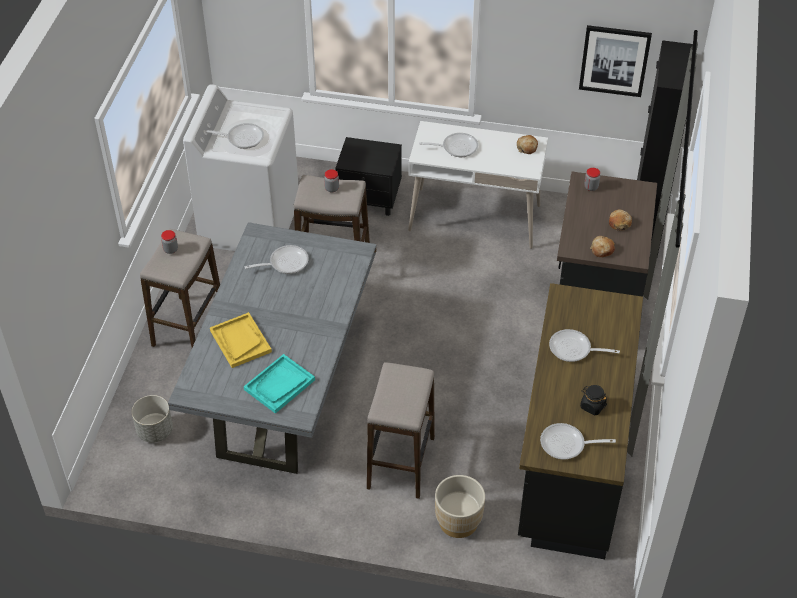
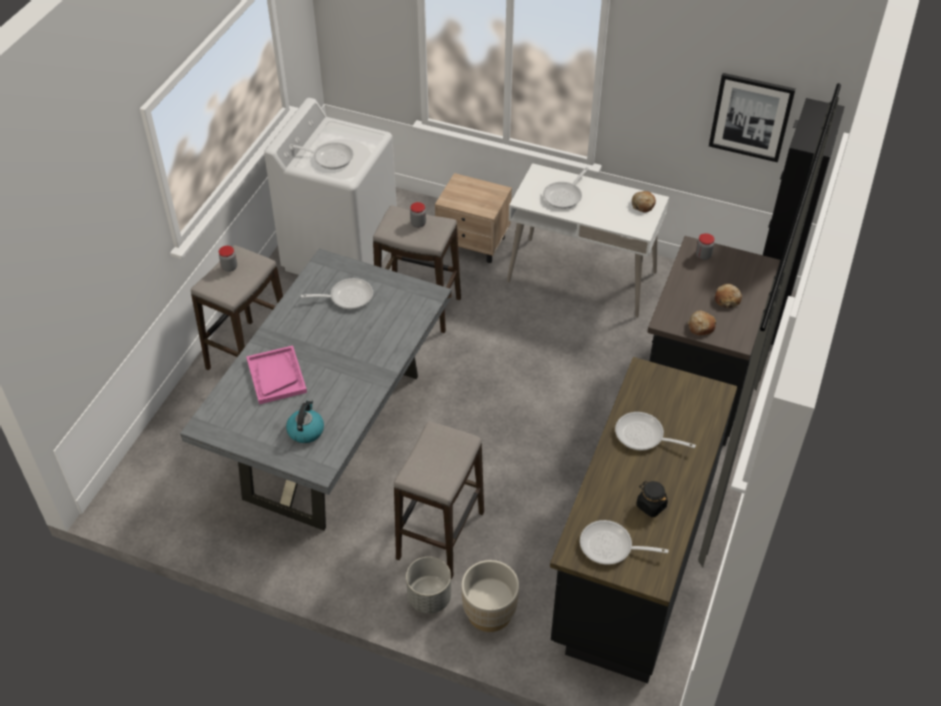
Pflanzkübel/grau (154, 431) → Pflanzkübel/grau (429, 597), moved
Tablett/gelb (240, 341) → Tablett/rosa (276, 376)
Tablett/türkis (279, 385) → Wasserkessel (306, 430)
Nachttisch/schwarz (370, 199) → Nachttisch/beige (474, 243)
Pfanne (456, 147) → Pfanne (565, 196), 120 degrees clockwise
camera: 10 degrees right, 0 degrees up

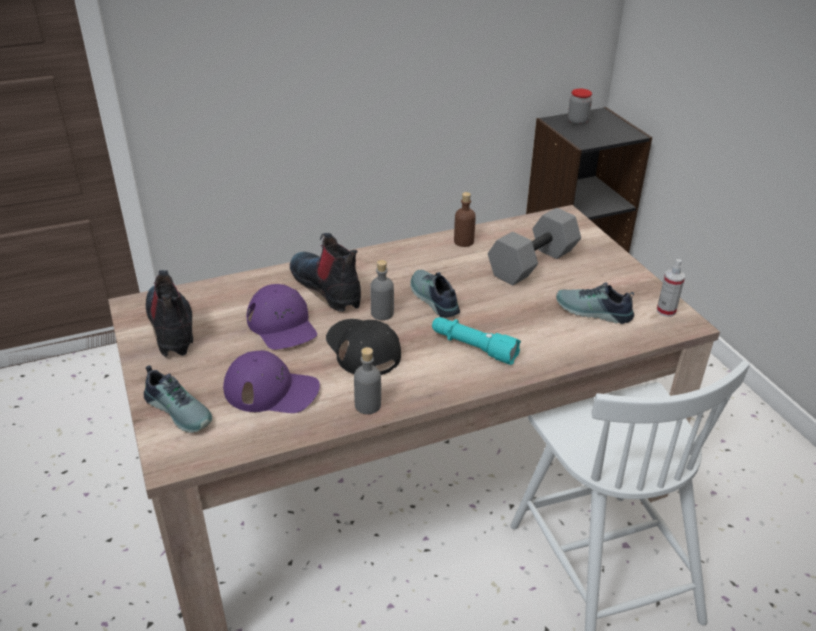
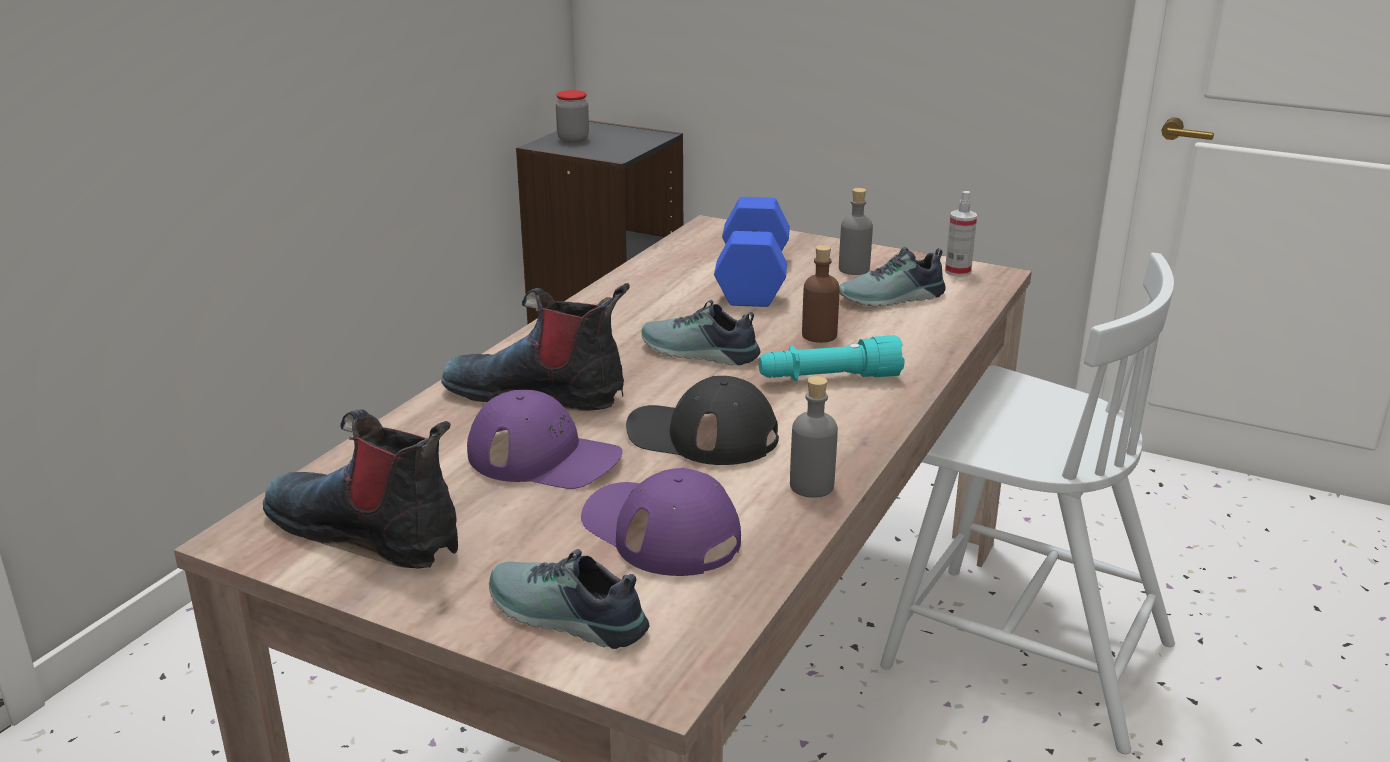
Schuh (180, 410) → Schuh (564, 618), 150 degrees counterclockwise
Kappe/lila (272, 390) → Kappe/lila (660, 531), 105 degrees counterclockwise
Flasche/grau (382, 313) → Flasche/grau (854, 269), moved
Flasche/braun (463, 241) → Flasche/braun (819, 335), moved
Hantel/grau (533, 264) → Hantel/blau (755, 280)
camera: 40 degrees left, 10 degrees down

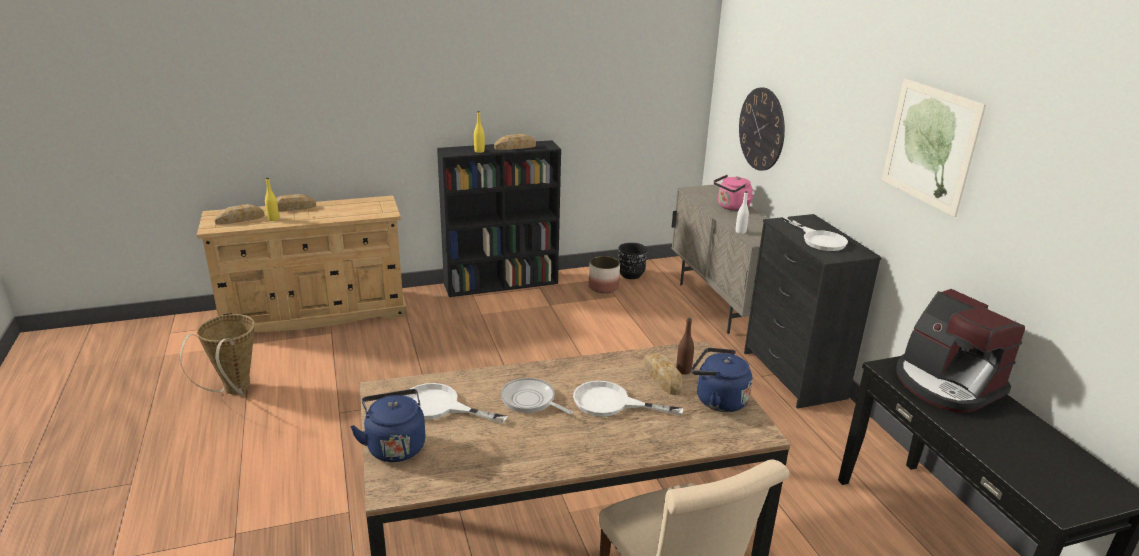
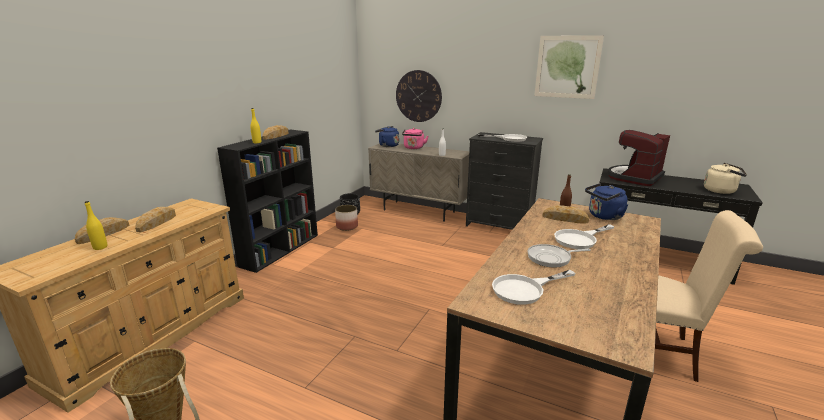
Brot (240, 219) → Brot (156, 222), moved
Wasserkessel/blau (395, 446) → Wasserkessel/blau (387, 145), moved
Kaffeemaschine (946, 384) → Kaffeemaschine (634, 177), 120 degrees clockwise
- → Wasserkessel/beige (721, 191)
camera: 45 degrees left, 5 degrees down

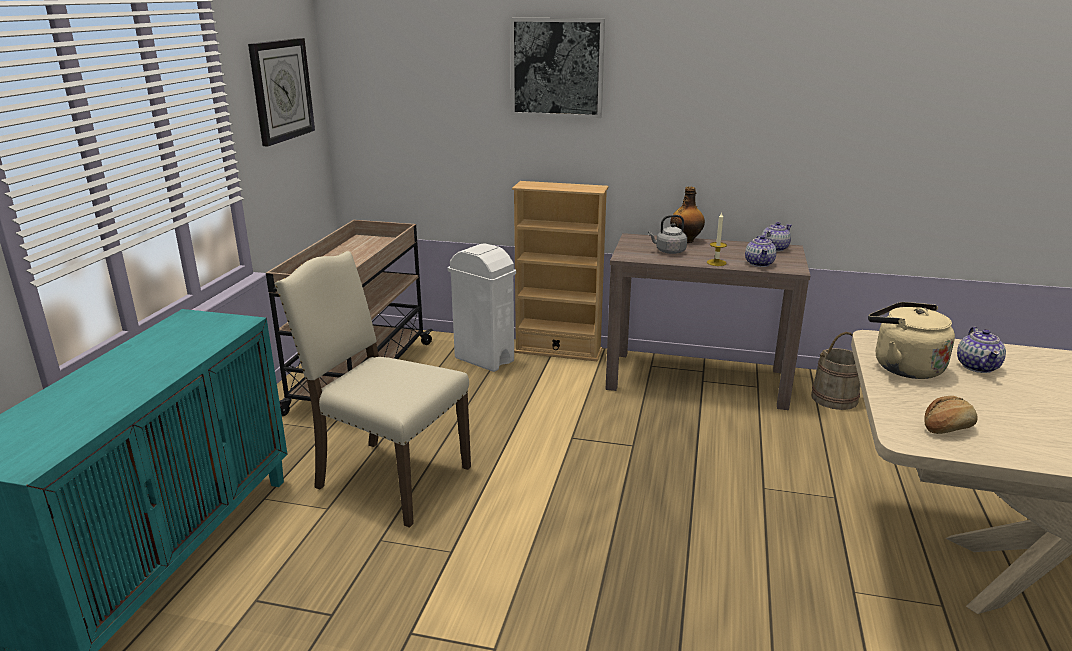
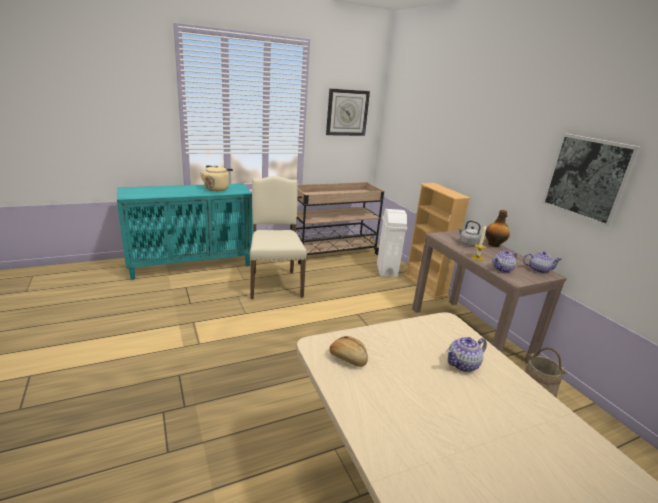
Bild (557, 67) → Bild (588, 178), moved
Wasserkessel/beige (903, 367) → Wasserkessel/beige (217, 188), moved
camera: 50 degrees right, 0 degrees up

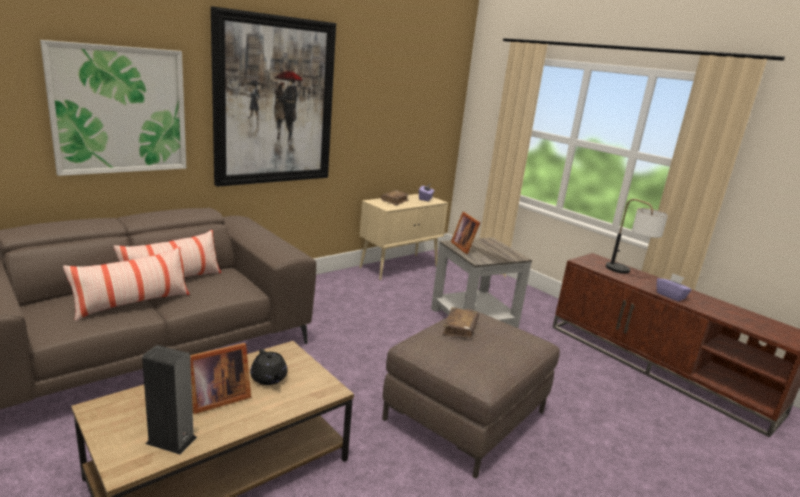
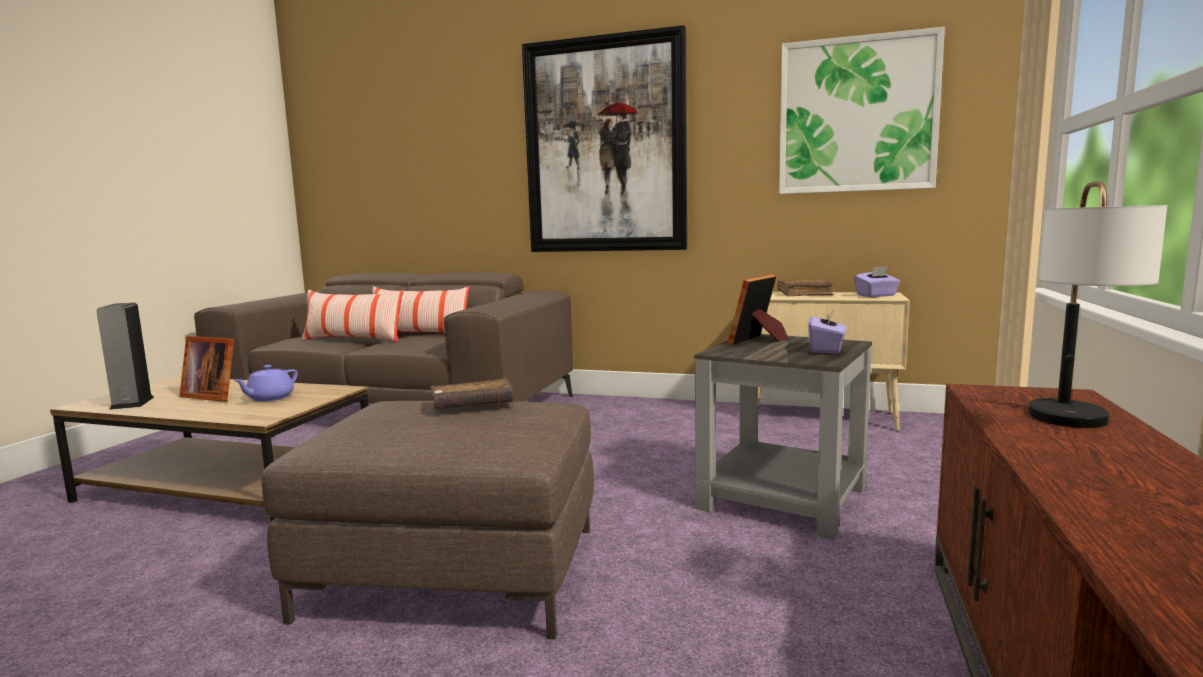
Bild (120, 110) → Bild (857, 115), moved
Teekanne/schwarz (269, 378) → Teekanne/lila (269, 398)
Taschentuchbox/lila (670, 296) → Taschentuchbox/lila (826, 349), moved
camera: 60 degrees right, 10 degrees down

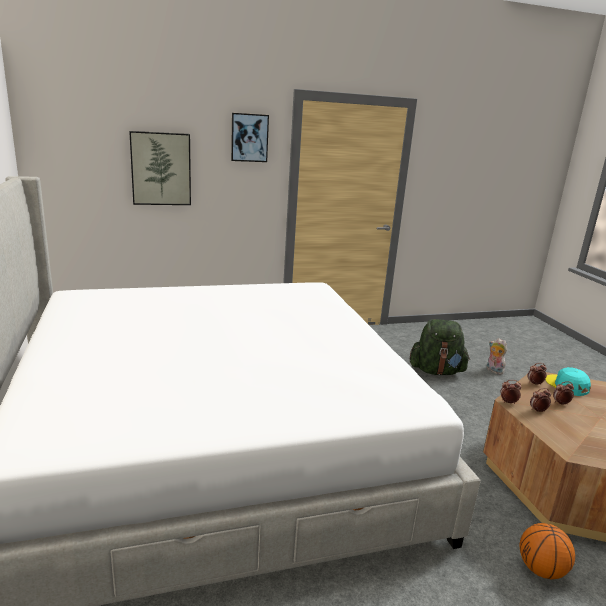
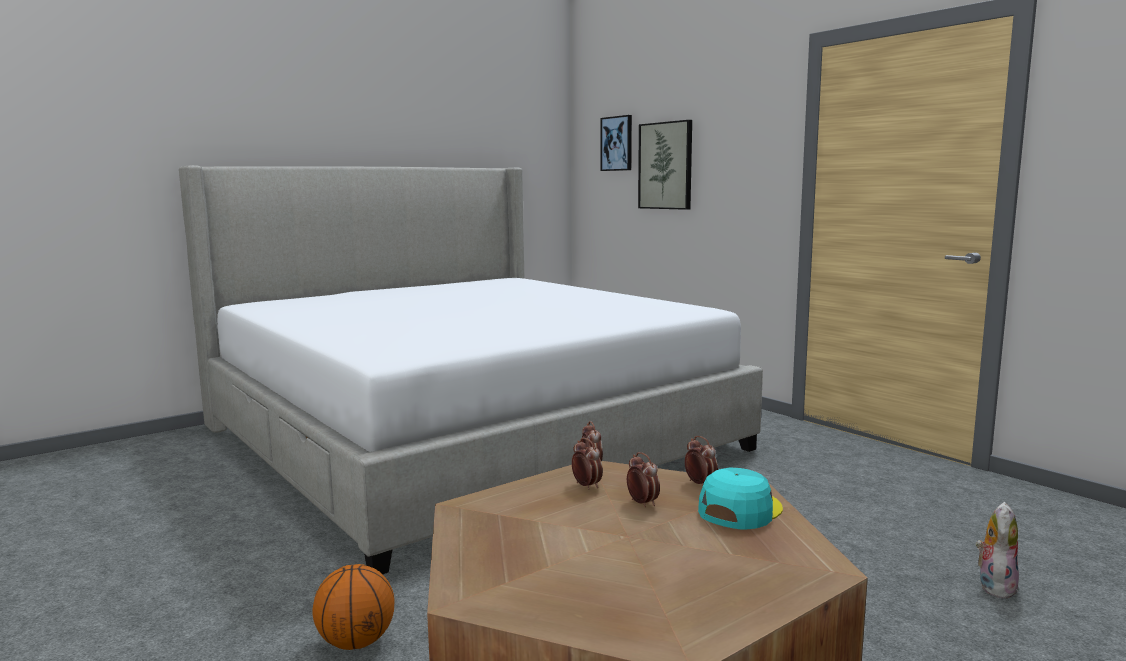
Bild (249, 137) → Bild (617, 143), moved
Rucksack/grün (436, 371) → -
camera: 70 degrees right, 10 degrees down

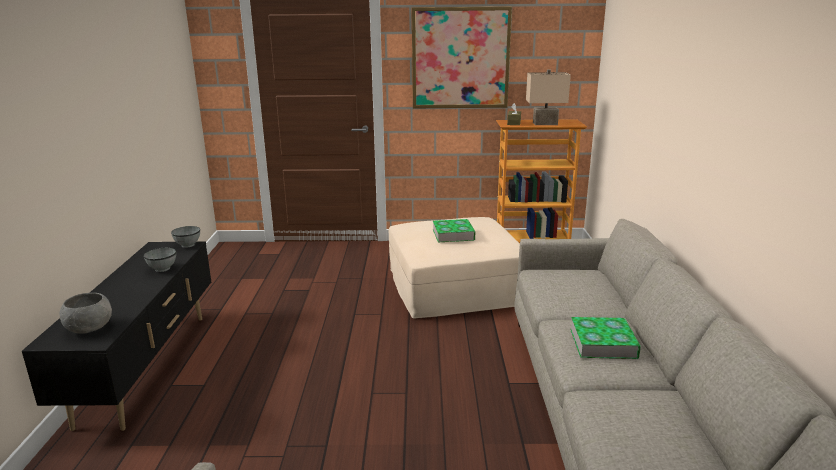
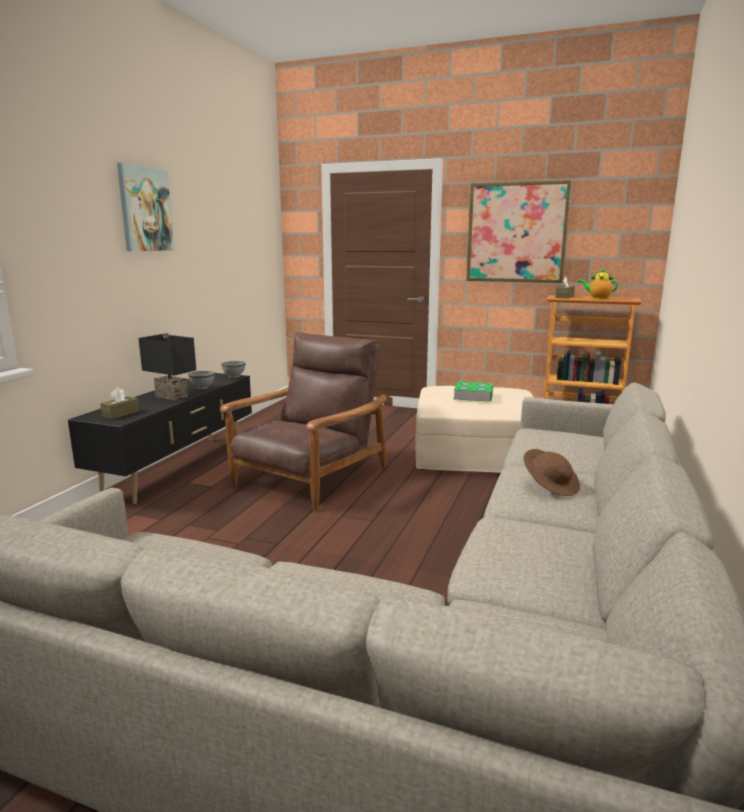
Schüssel/grau (89, 328) → Taschentuchbox/braun (121, 413)
Tischlampe/beige (545, 123) → Teekanne (597, 298)
Buch (603, 343) → Hut/braun (550, 486)
- → Bild (145, 209)
- → Tischlampe/schwarz (173, 396)
- → Sessel/braun (310, 477)
camera: 20 degrees right, 5 degrees down

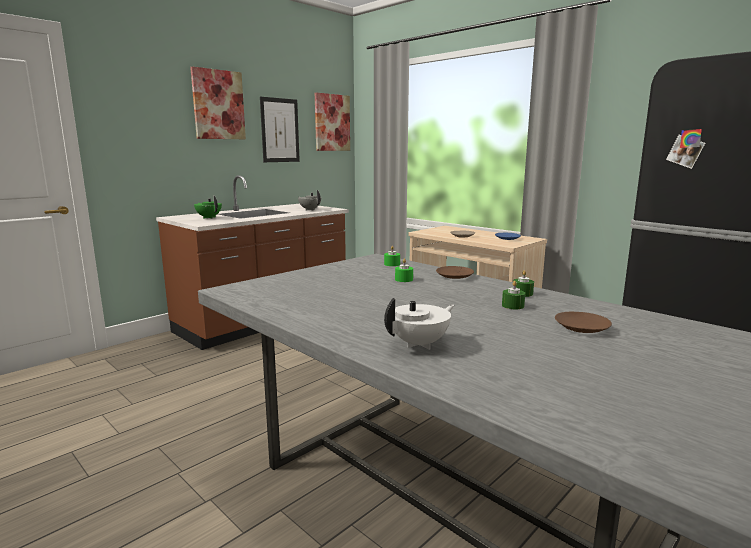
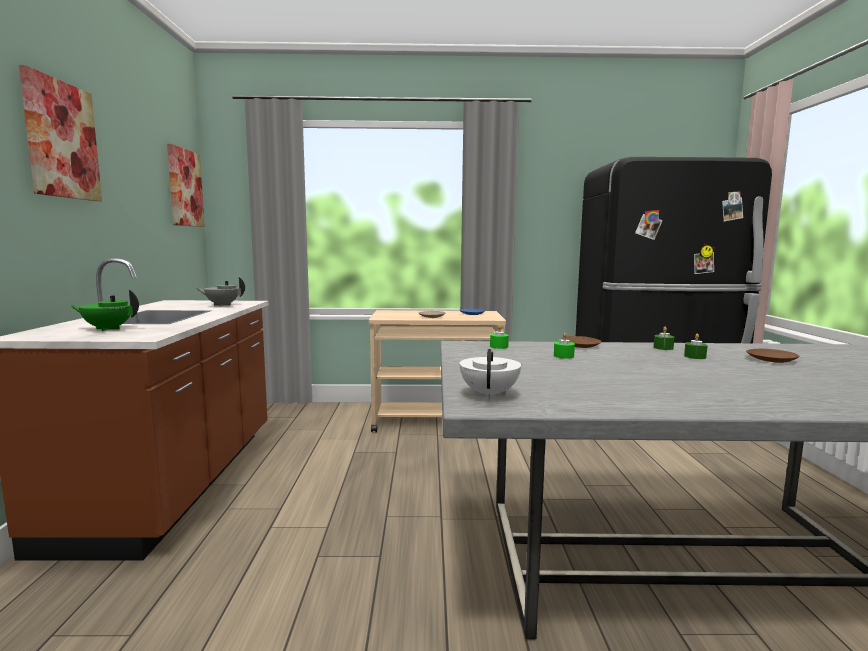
Bild (280, 130) → -
Teekanne/weiß (420, 344) → Teekanne/weiß (490, 394), moved
camera: 45 degrees left, 5 degrees down

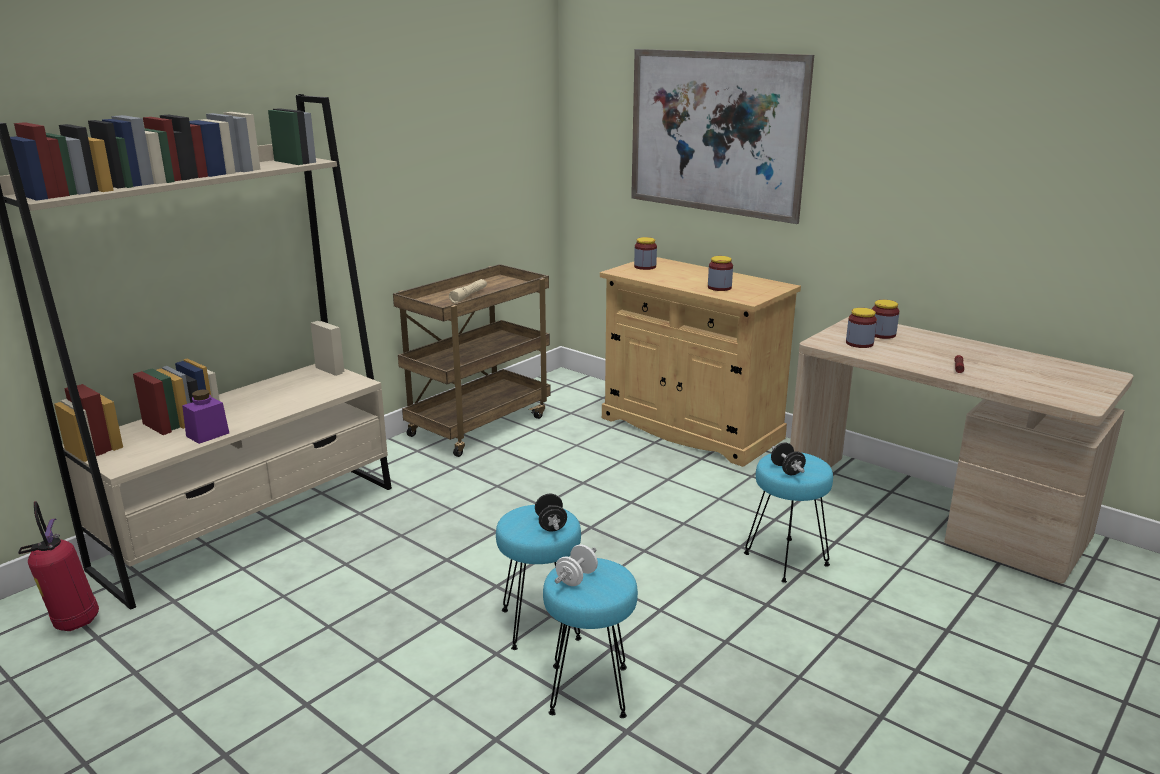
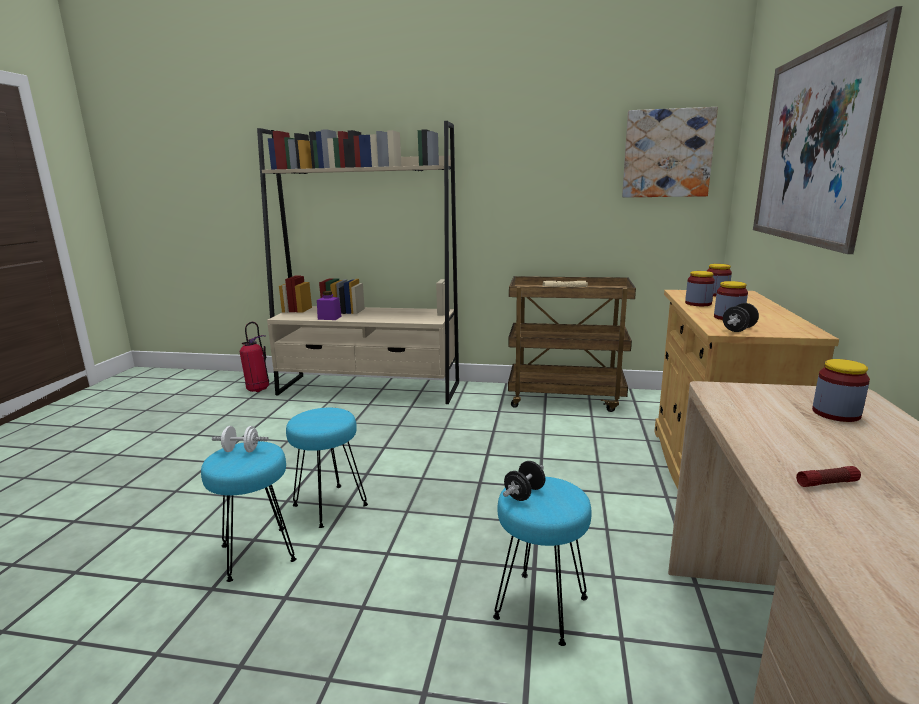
Hantel/schwarz (551, 524) → Hantel/schwarz (738, 329), moved
Vorratsglas (859, 343) → Vorratsglas (698, 303), moved
- → Bild (667, 154)
camera: 60 degrees right, 5 degrees down

